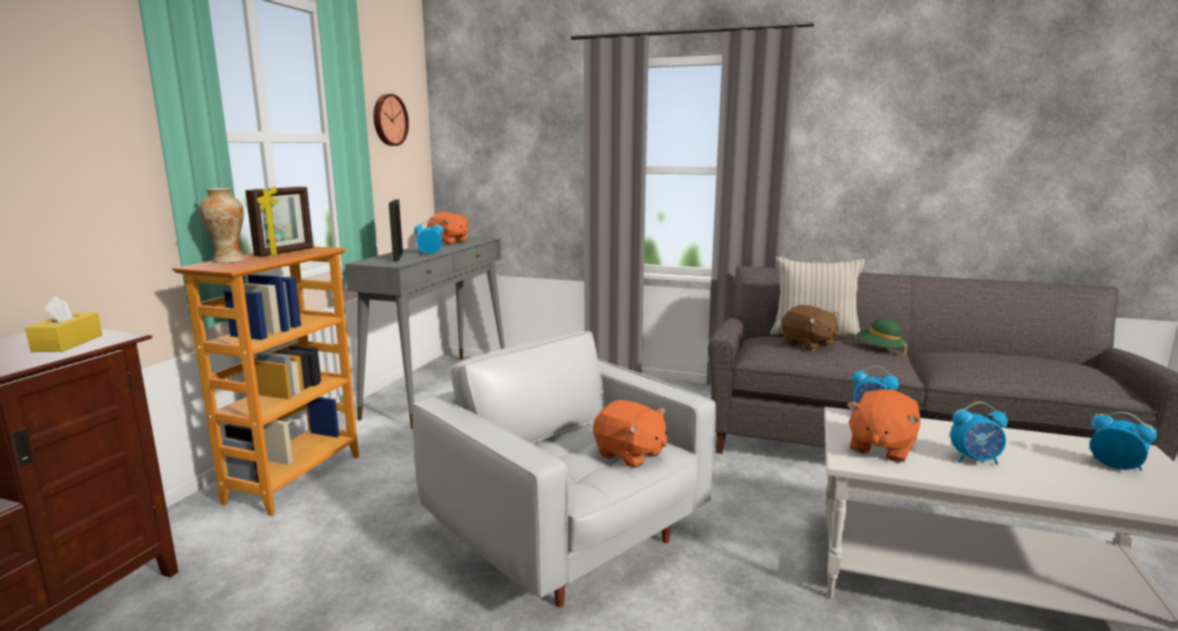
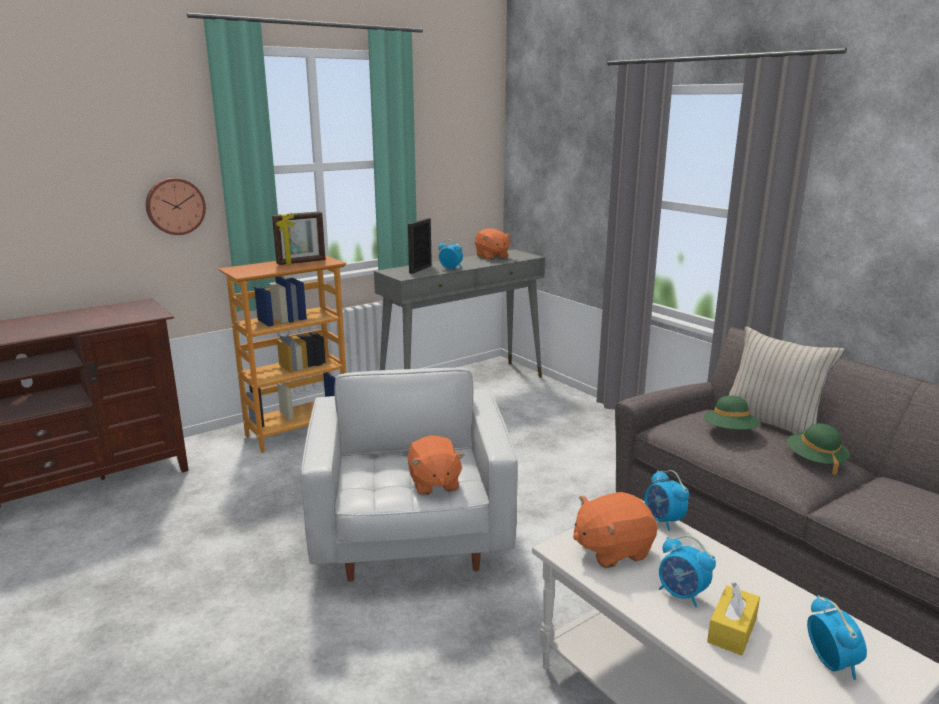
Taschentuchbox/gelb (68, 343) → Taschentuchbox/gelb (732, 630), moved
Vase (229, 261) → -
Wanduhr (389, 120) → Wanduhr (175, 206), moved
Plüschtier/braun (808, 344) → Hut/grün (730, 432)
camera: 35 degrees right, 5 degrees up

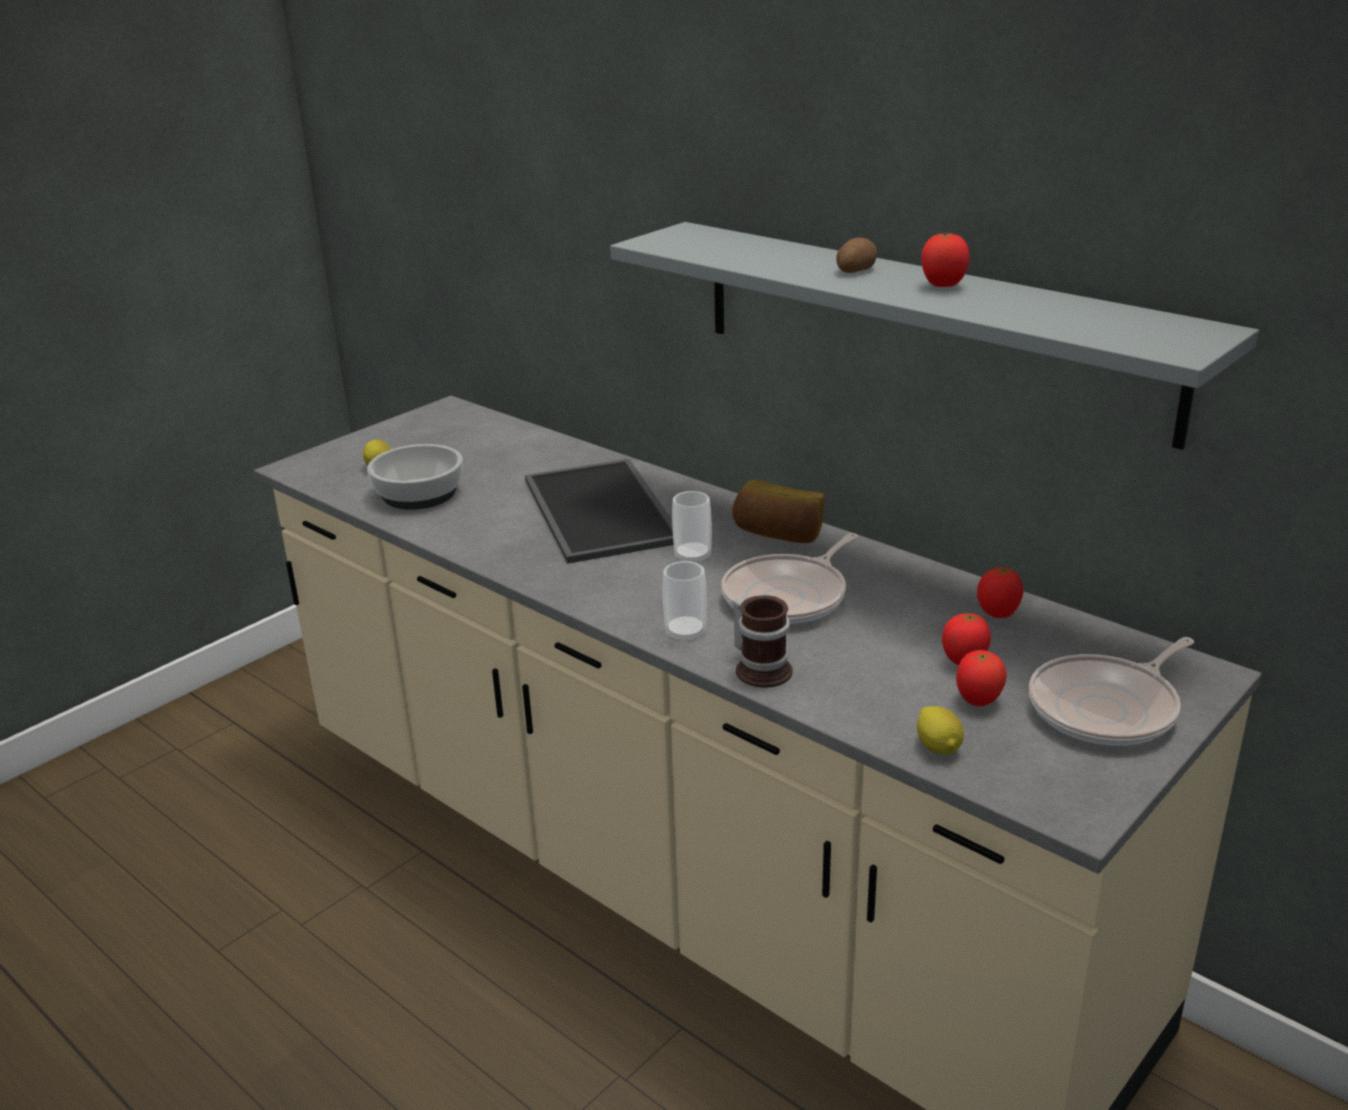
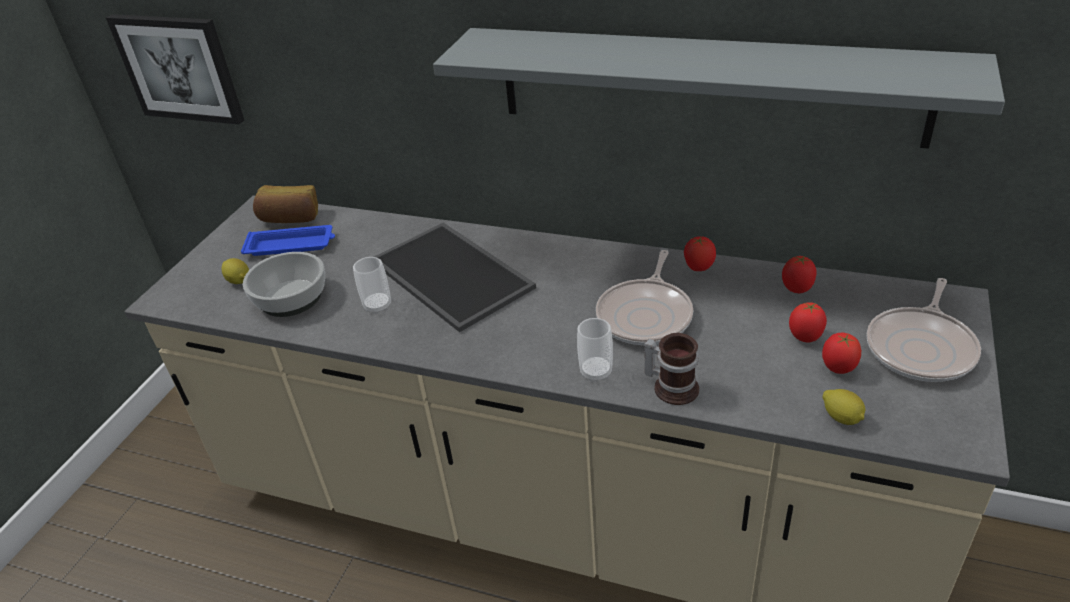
Tasse (692, 557) → Tasse (377, 306), moved
Brot (779, 534) → Brot (290, 218), moved
Kartoffel (855, 270) → -
Tomate (943, 286) → Tomate (698, 268), moved
- → Bild (179, 68)
- → Tablett/blau (291, 245)
camera: 20 degrees left, 10 degrees up

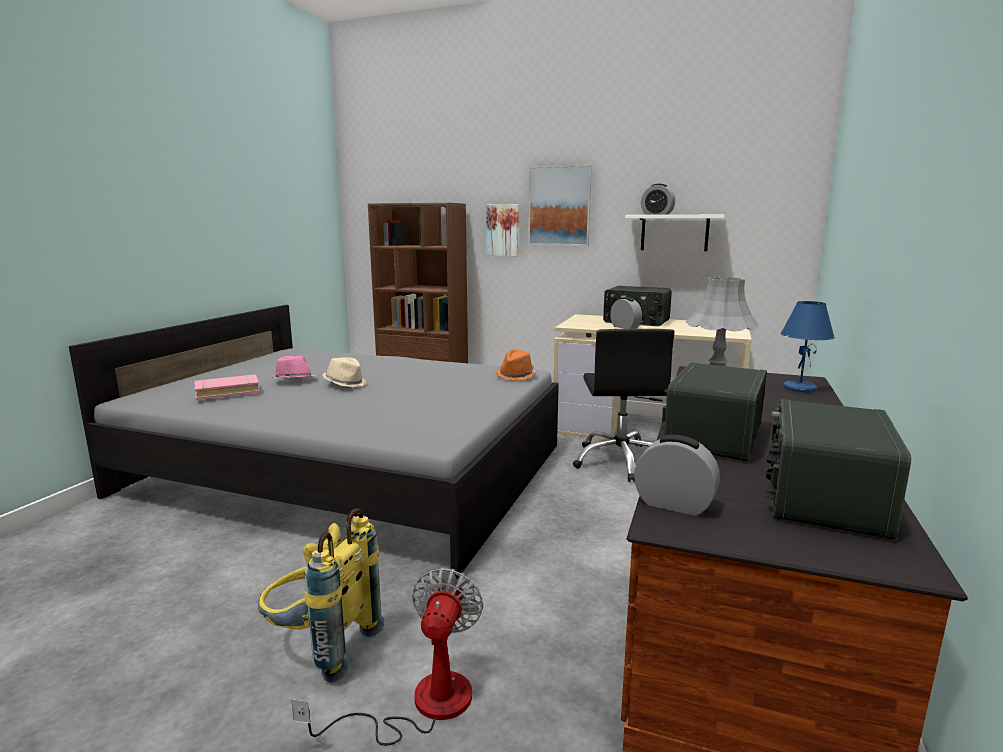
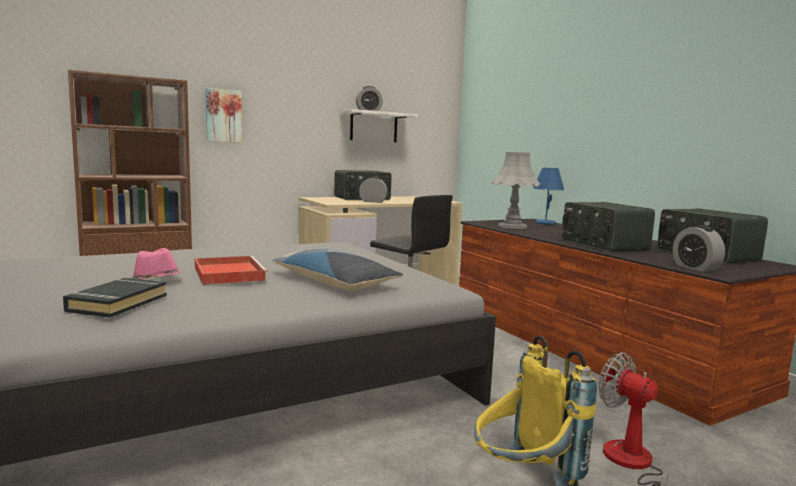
Buch/rosa (227, 391) → Buch/schwarz (117, 303)
Hut/beige (345, 383) → Tablett/rot (228, 273)
Hut/orange (516, 375) → -
Bild (559, 206) → -
Wecker (674, 504) → Wecker (695, 268), 90 degrees counterclockwise
- → Kissen (334, 282)
camera: 50 degrees left, 5 degrees down

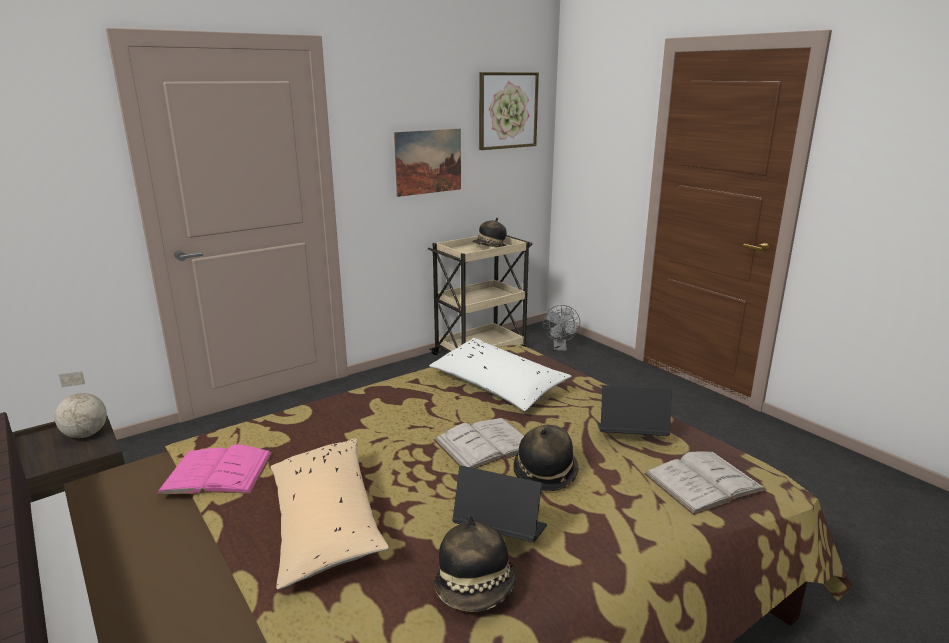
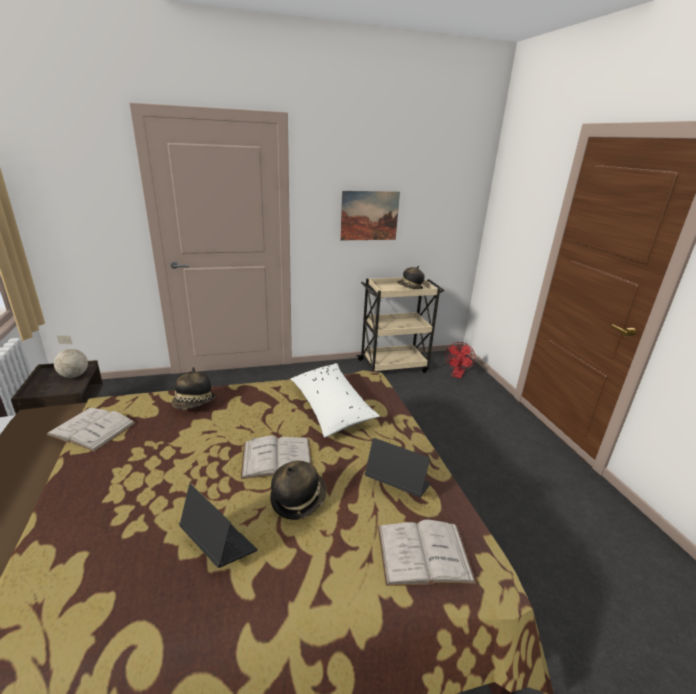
Buch/rosa (217, 472) → Buch/weiß (92, 429)
Kissen/beige (324, 522) → -
Hut (476, 589) → Hut (194, 404), moved
Bild (507, 110) → -
Ventilator/grau (560, 348) → Ventilator/rot (457, 375)
camera: 20 degrees right, 5 degrees up

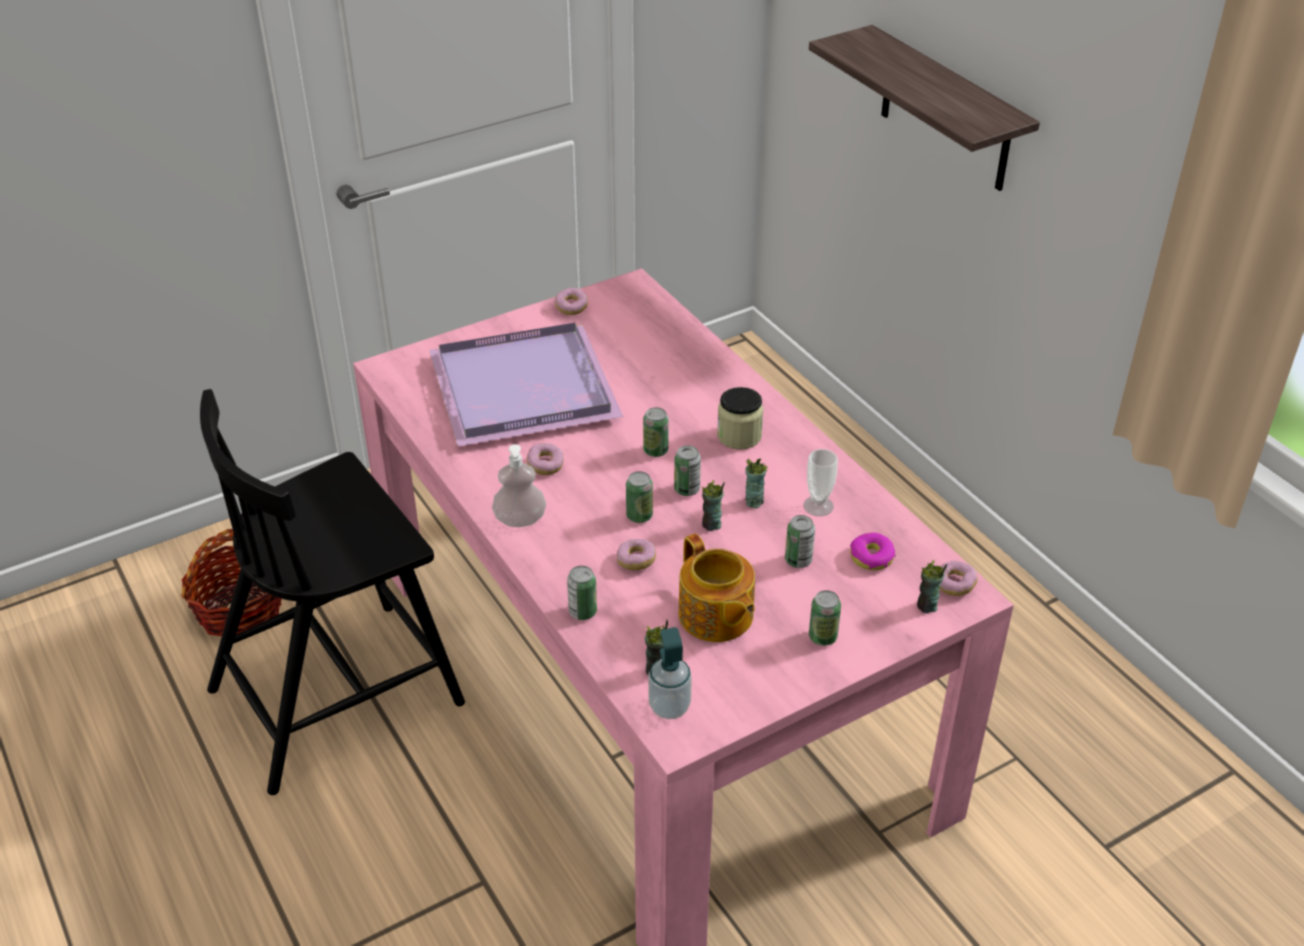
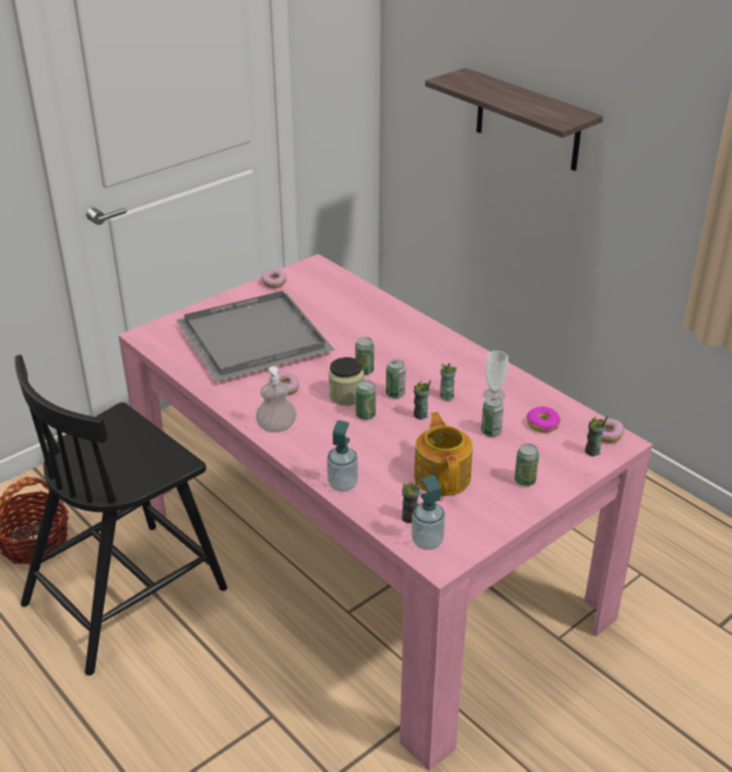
Tablett/lila (526, 386) → Tablett/grau (255, 337)
Dose (582, 612) → Seifenspender (342, 484)
Donut (636, 561) → -
Teekanne (715, 616) → Teekanne (442, 476), 150 degrees counterclockwise
Vorratsglas (739, 436) → Vorratsglas (346, 396), moved
camera: 10 degrees left, 5 degrees down

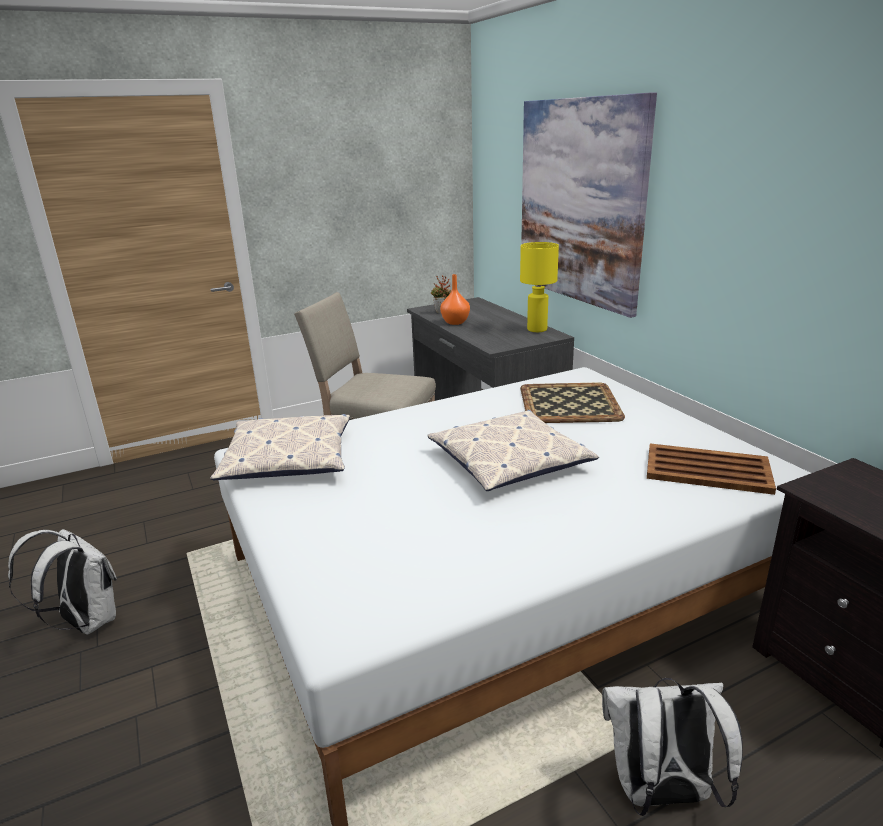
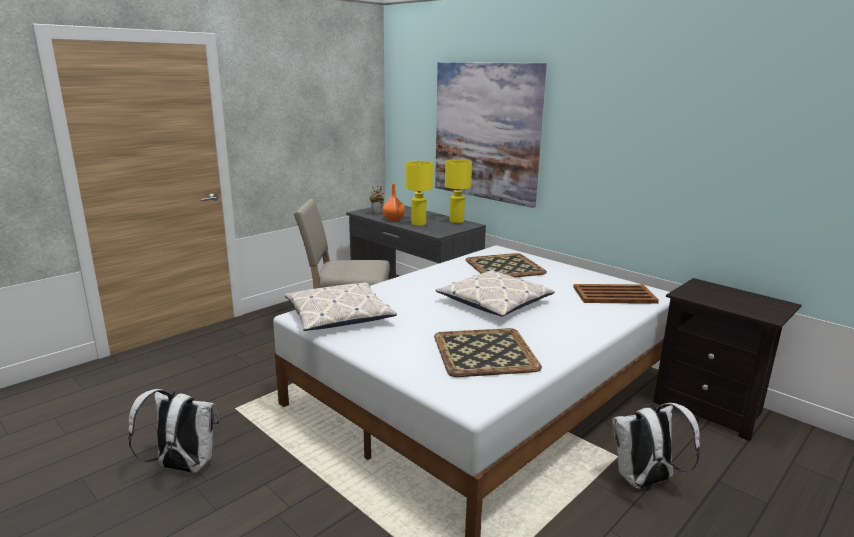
- → Tischlampe/gelb (419, 224)
- → Tablett (483, 352)
camera: 20 degrees left, 5 degrees down

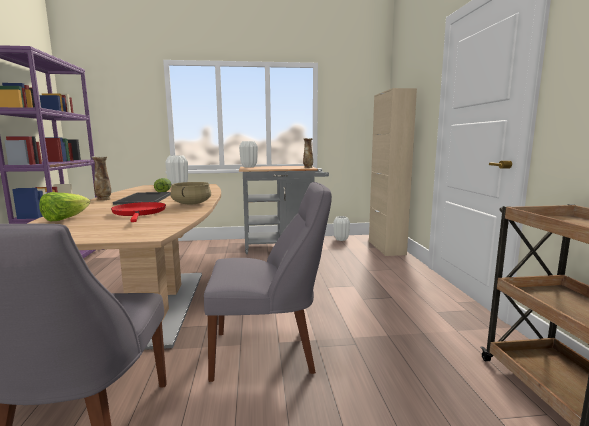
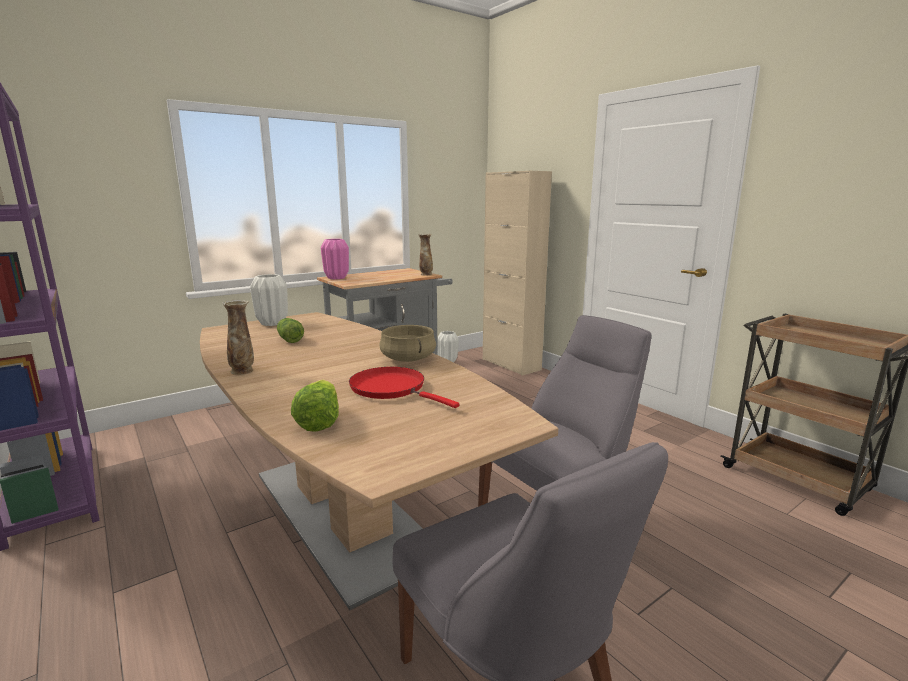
Tablett (146, 198) → -
Vase/weiß (249, 167) → Vase/rosa (336, 278)
camera: 30 degrees left, 5 degrees up

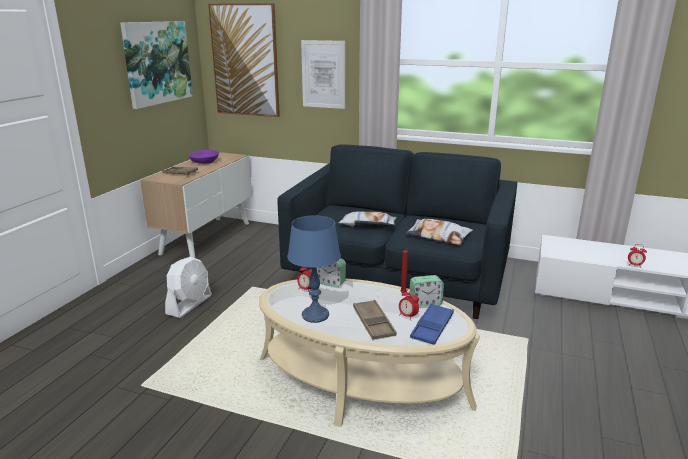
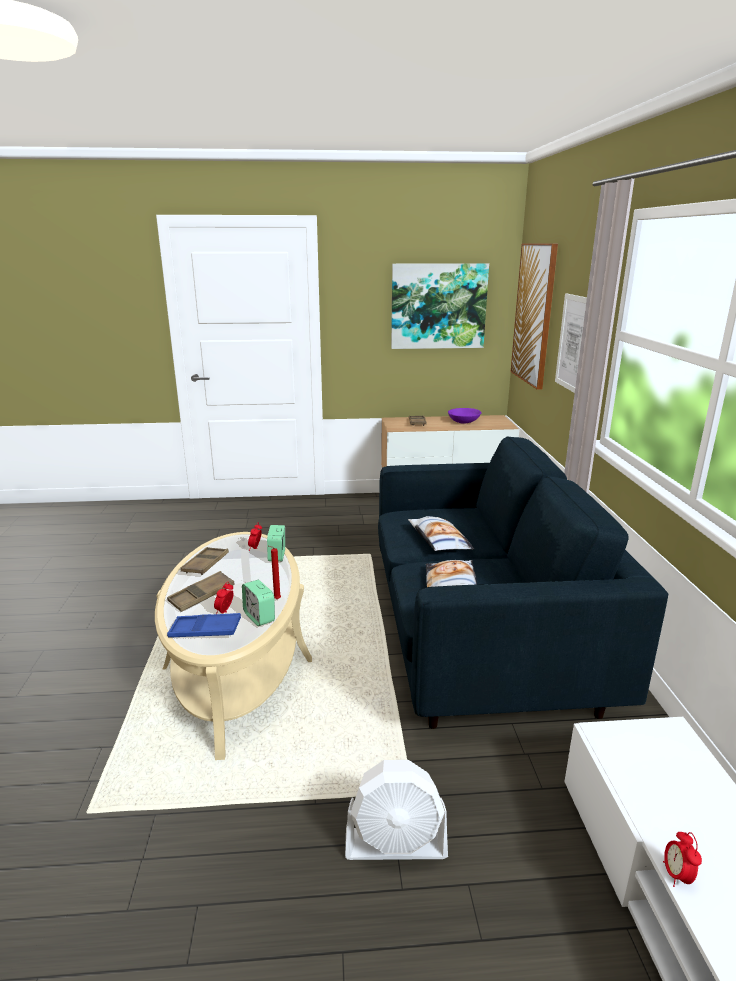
Ventilator/weiß (189, 304) → Ventilator/weiß (396, 844), moved
Tischlampe/blau (315, 315) → Tablett/braun (205, 564)
camera: 65 degrees right, 0 degrees up

